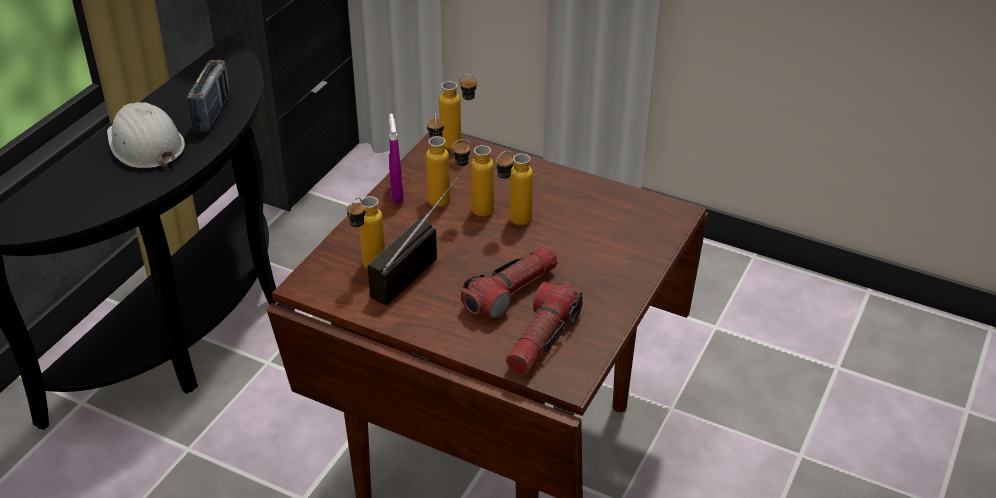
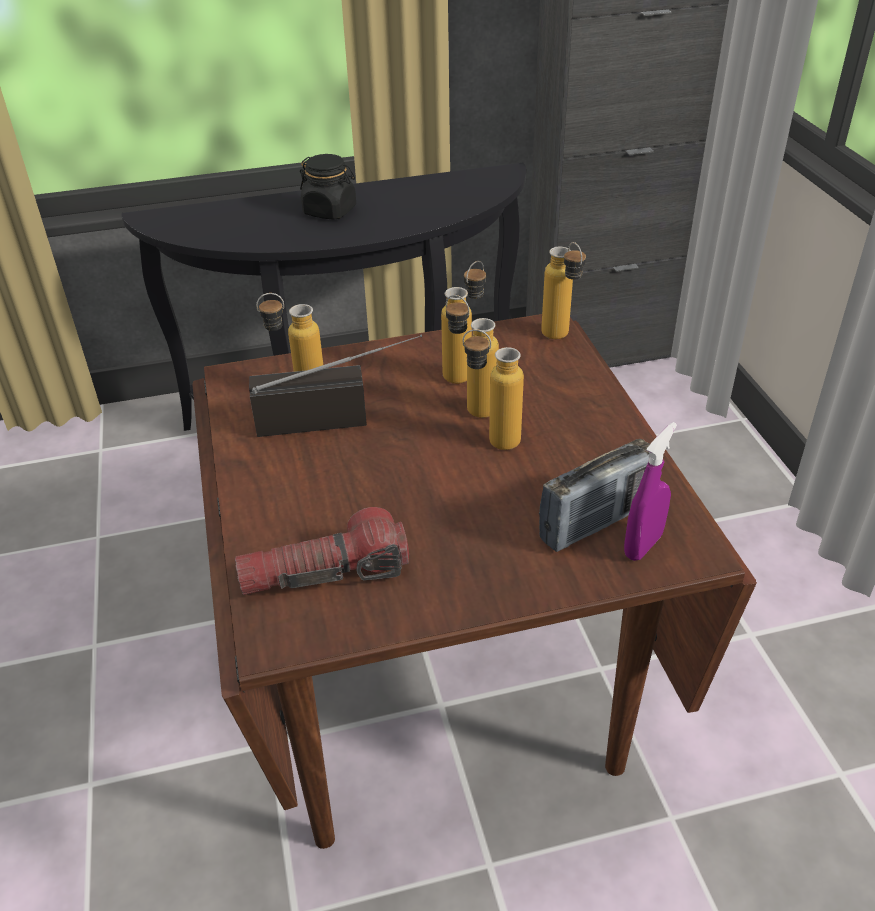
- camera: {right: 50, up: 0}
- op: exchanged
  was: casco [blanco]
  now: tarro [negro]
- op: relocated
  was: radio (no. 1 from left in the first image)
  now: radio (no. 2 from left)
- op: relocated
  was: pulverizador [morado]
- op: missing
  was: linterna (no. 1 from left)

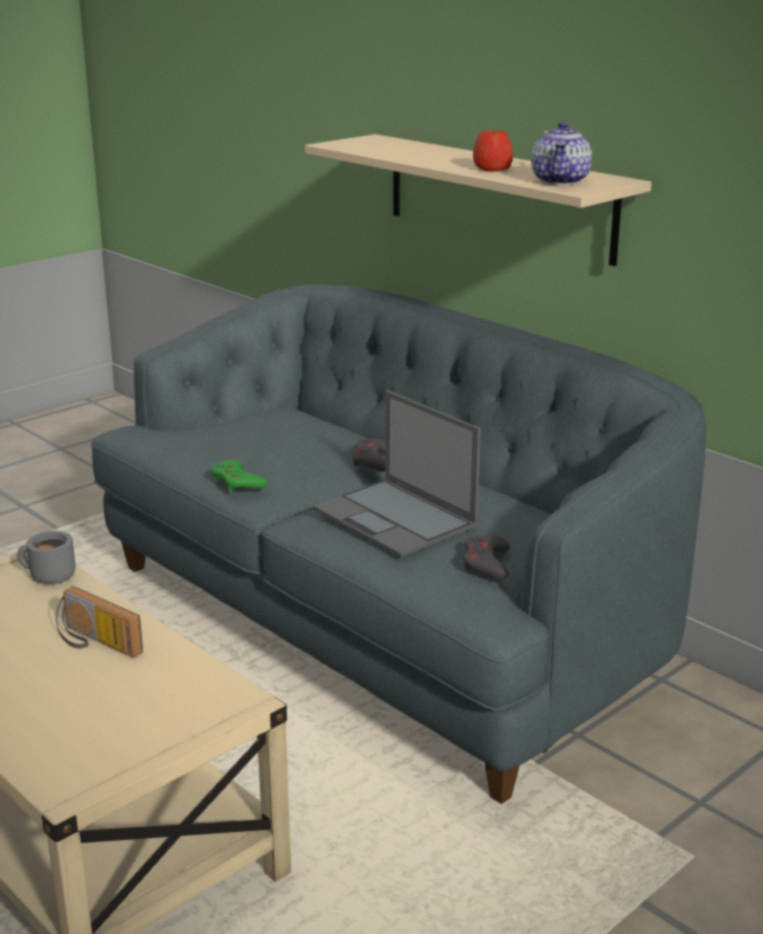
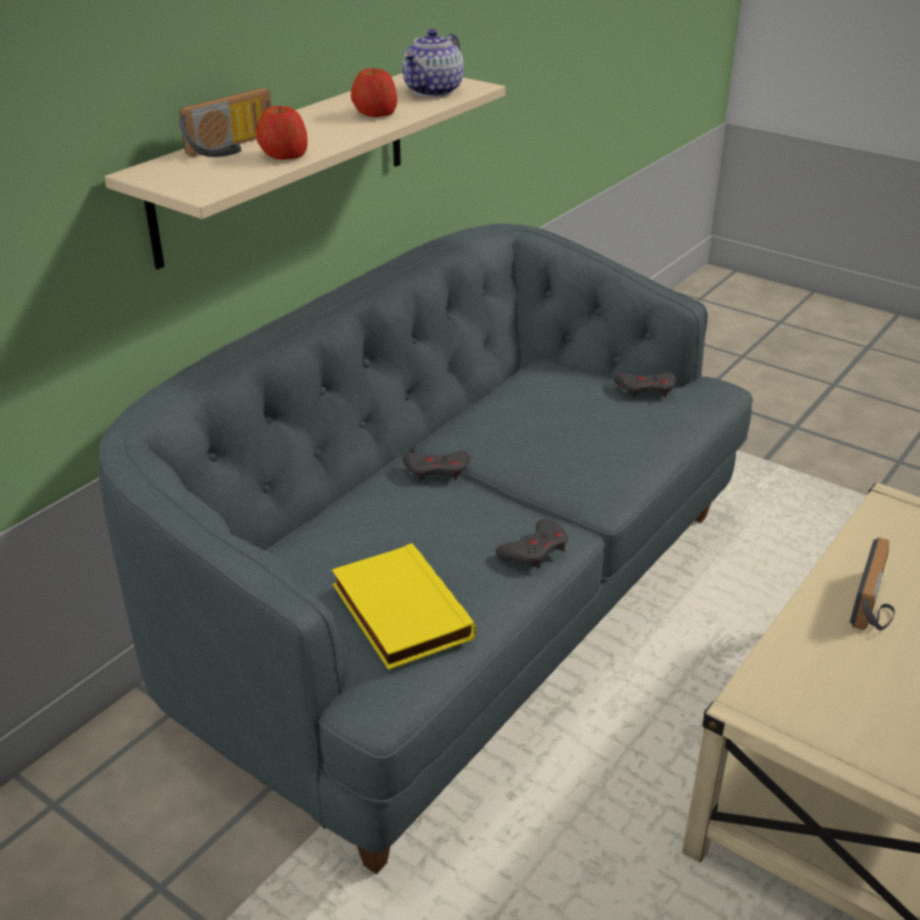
- camera: {right: -100, up: 10}
- op: appeared
  now: radio (no. 1 from left)
- op: appeared
  now: manzana (no. 1 from left)
- op: appeared
  now: libro [amarillo]
- op: spun
  was: tetera
  clockwise: 120
- op: colour
  was: mando de consola [verde]
  now: mando de consola [gris] (no. 2 from left)
- op: missing
  was: taza grande [gris]
- op: missing
  was: portátil

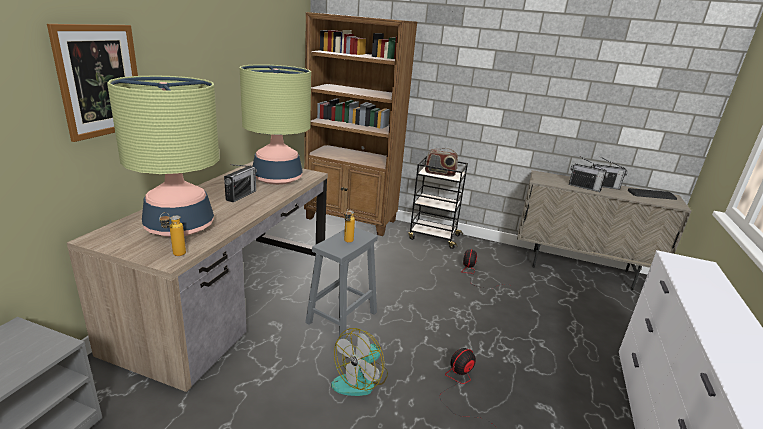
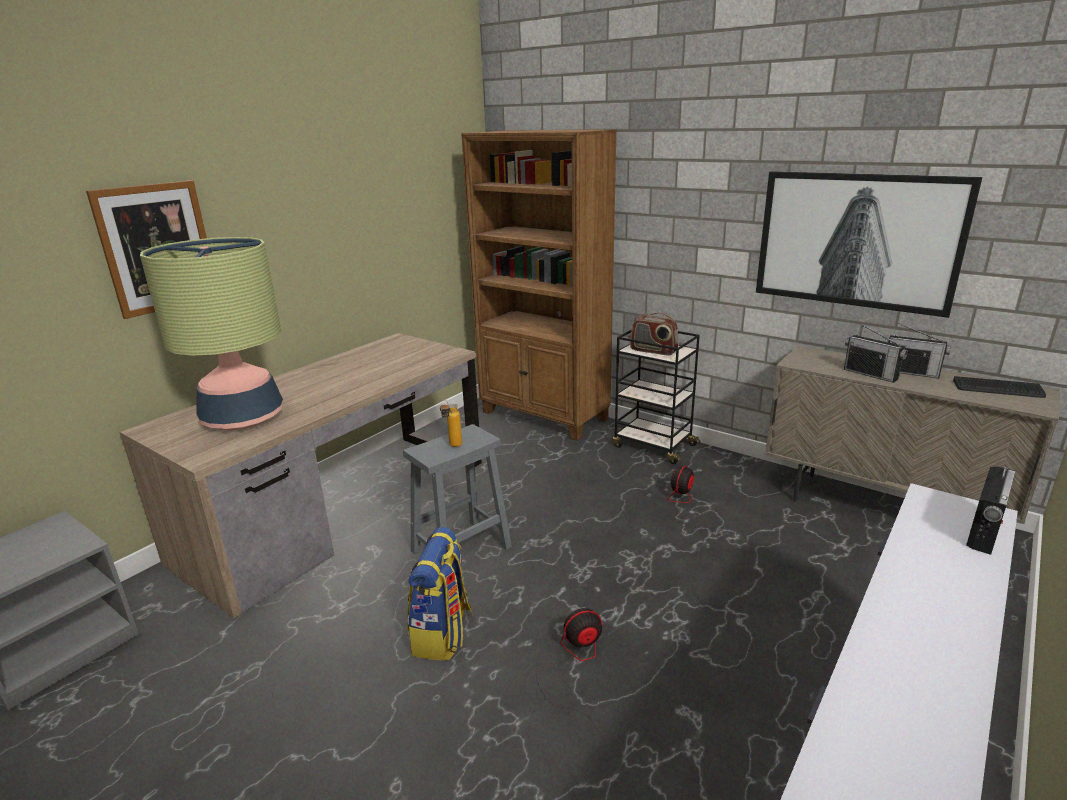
- camera: {right: 20, up: 0}
- op: exchanged
  was: ventilador (no. 1 from left)
  now: mochila
- op: appeared
  now: cuadro (no. 2 from left)
- op: relocated
  was: radio (no. 1 from left in the first image)
  now: radio (no. 4 from left)
- op: missing
  was: botella (no. 1 from left)
- op: missing
  was: lámpara de mesa (no. 2 from left)

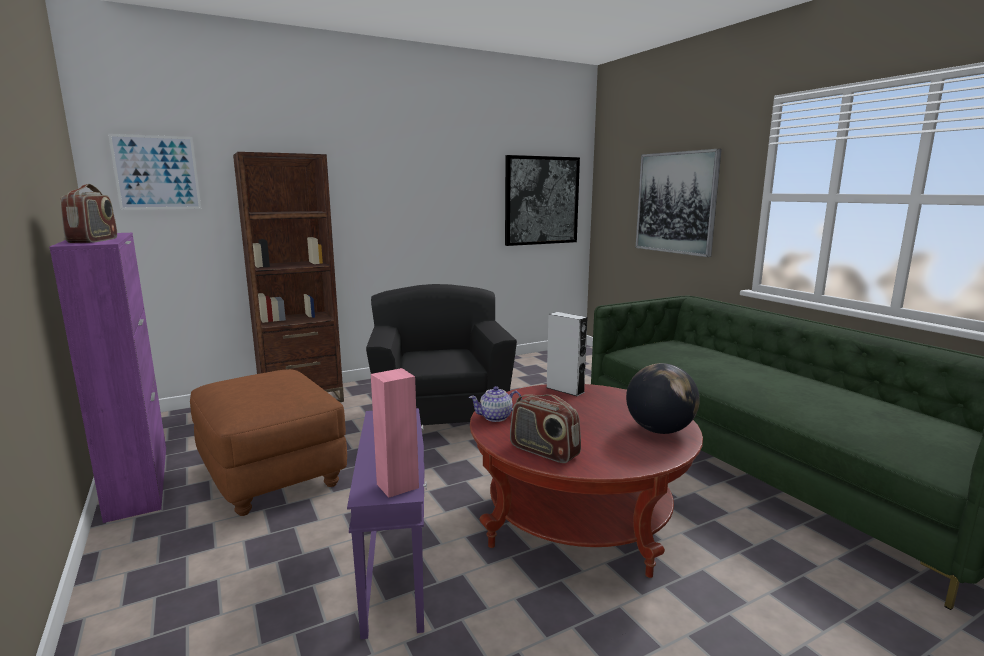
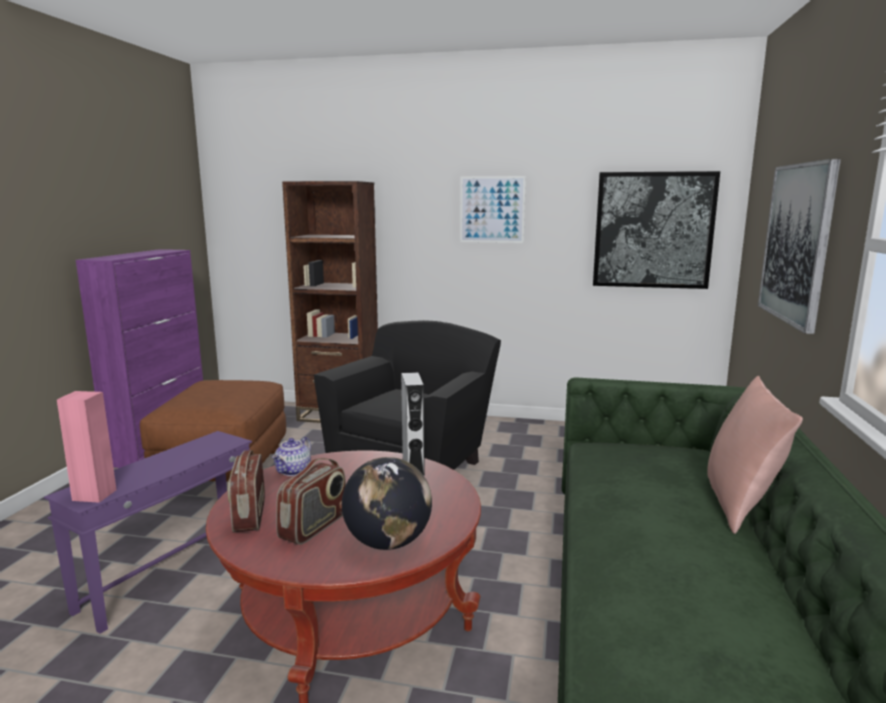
- camera: {right: 40, up: 0}
- op: spun
  was: tetera
  clockwise: -90
- op: relocated
  was: radio (no. 1 from left in the first image)
  now: radio (no. 2 from left)
- op: relocated
  was: cuadro (no. 1 from left)
- op: appeared
  now: cojín [rosa]

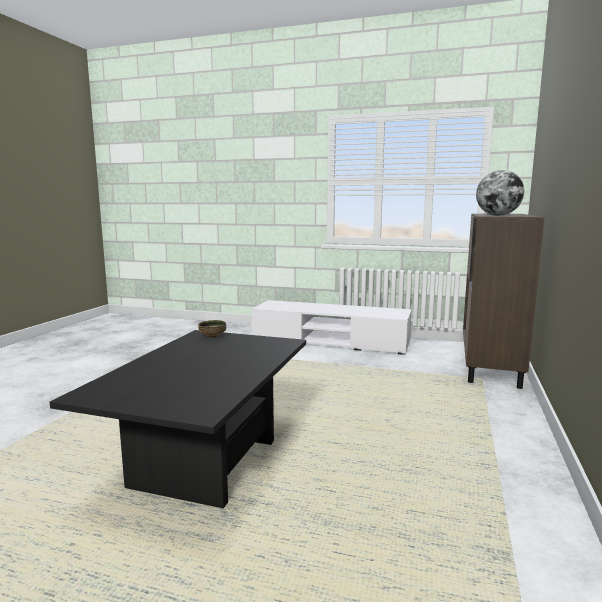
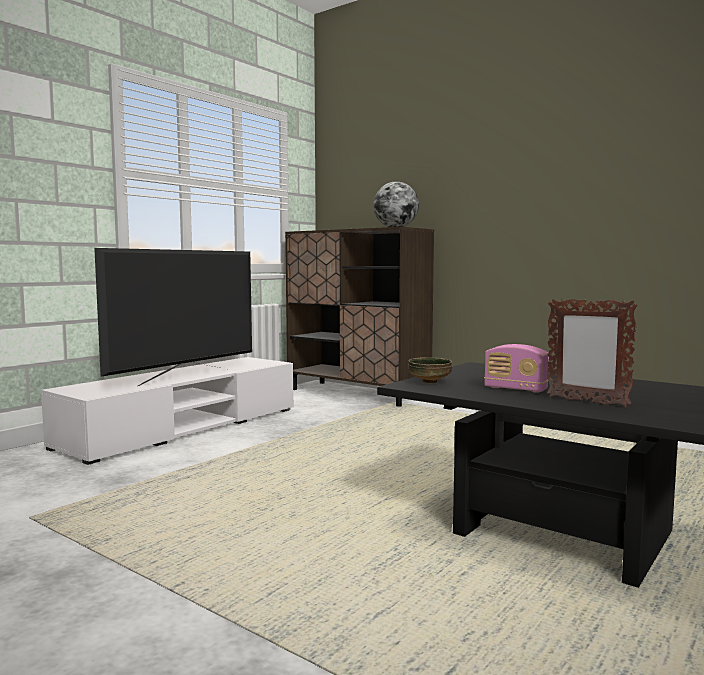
- camera: {right: -70, up: -5}
- op: appeared
  now: televisor
- op: appeared
  now: radio
- op: appeared
  now: portarretratos

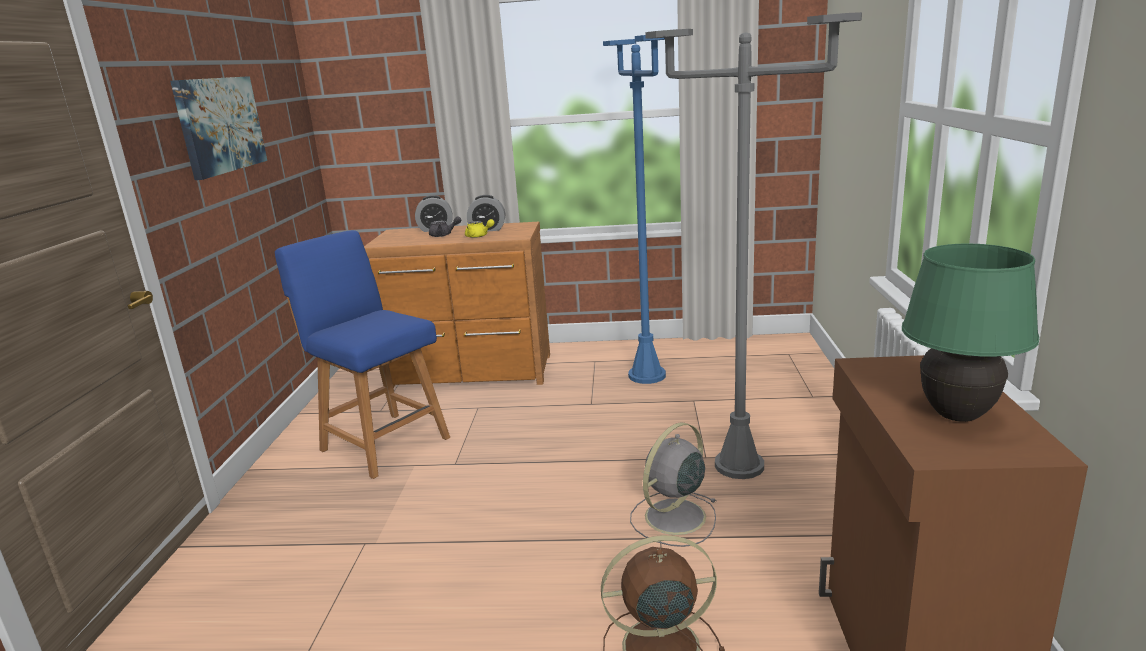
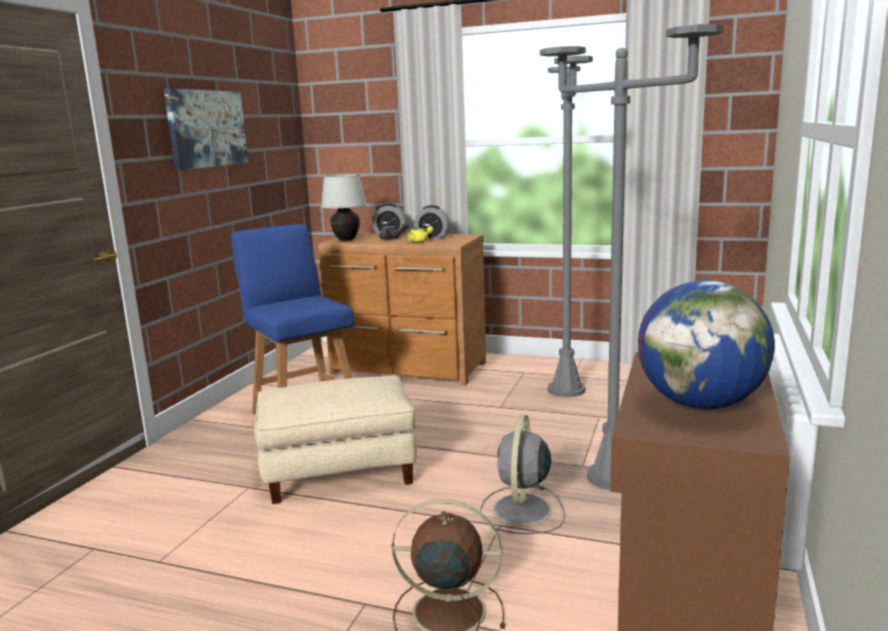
- camera: {right: 15, up: -5}
- op: appeared
  now: puf [beis]
- op: appeared
  now: lámpara de mesa [blanco]
- op: spun
  was: ventilador [gris]
  clockwise: -45
- op: colour
  was: lámpara de pie [azul]
  now: lámpara de pie [gris] (no. 1 from left)
- op: exchanged
  was: lámpara de mesa [verde]
  now: globo terráqueo

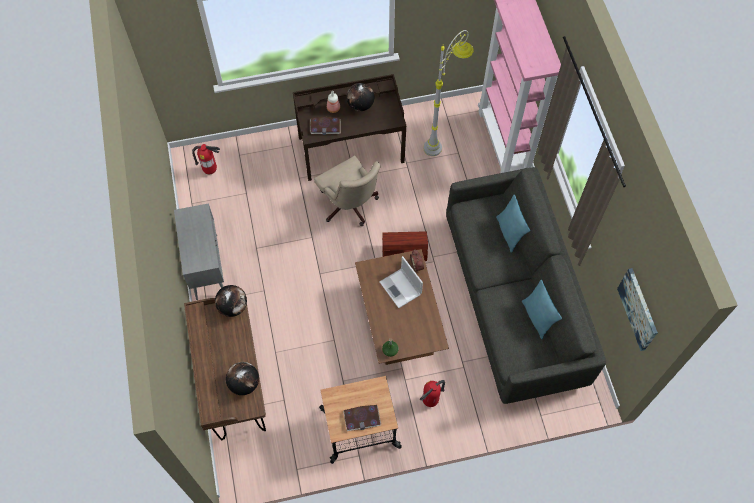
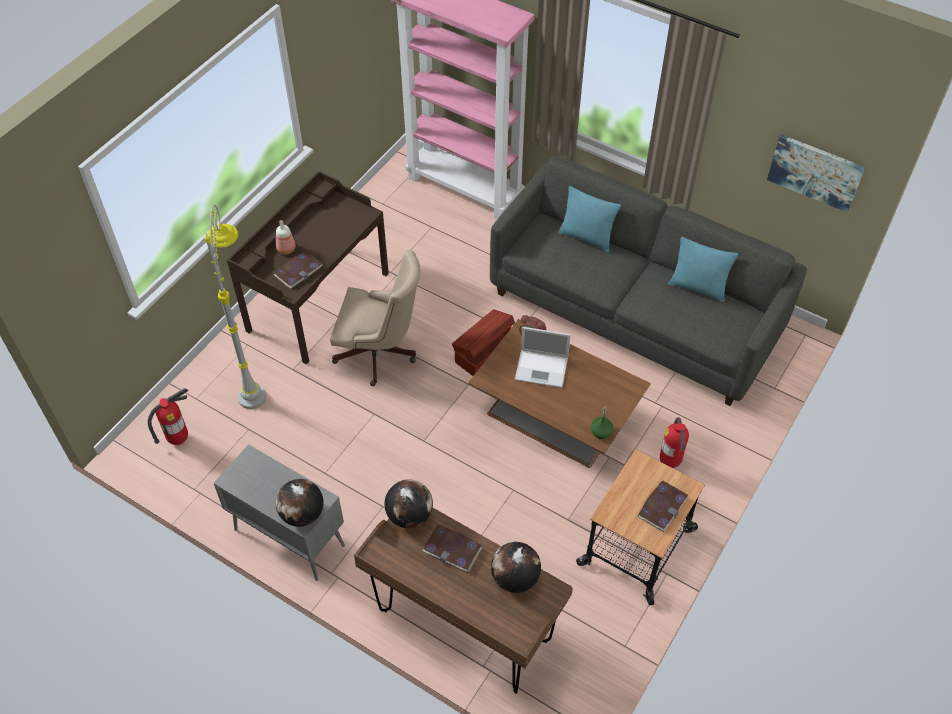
- camera: {right: -45, up: -10}
- op: relocated
  was: lámpara de pie [gris]
- op: relocated
  was: globo terráqueo (no. 3 from left in the first image)
  now: globo terráqueo (no. 1 from left)
- op: appeared
  now: libro (no. 2 from left)

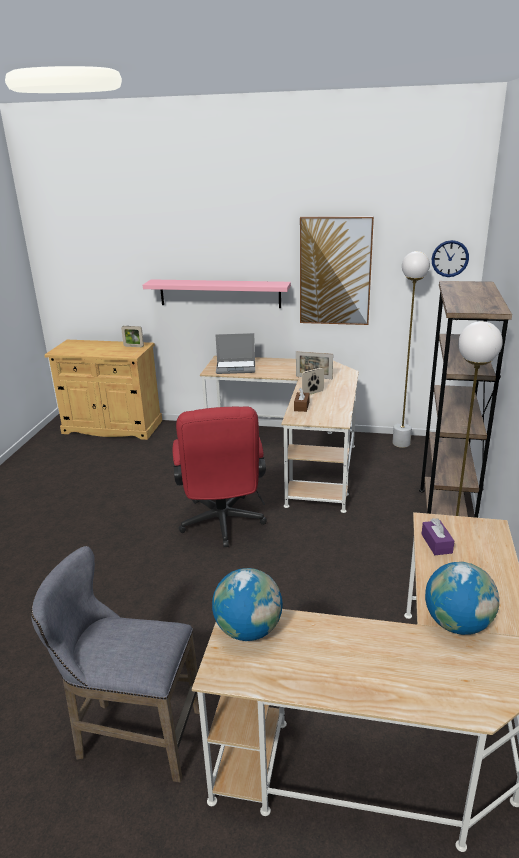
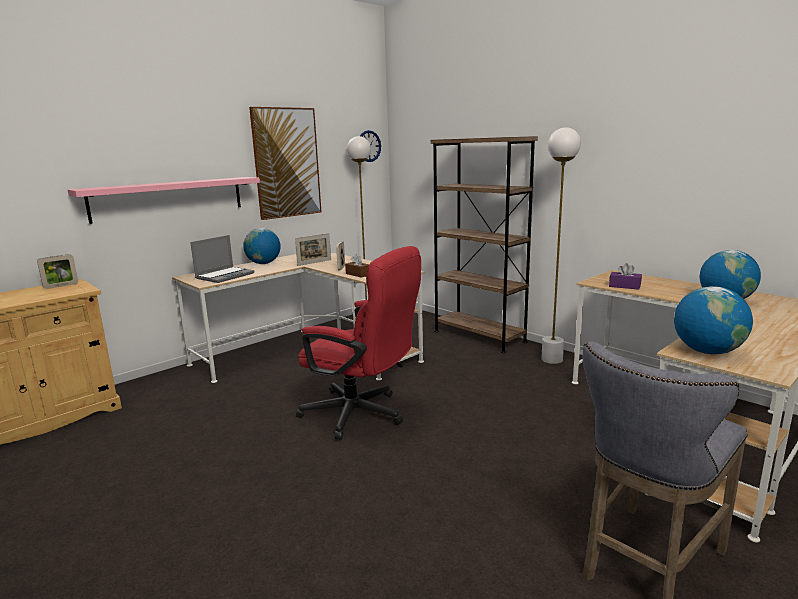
- camera: {right: -55, up: -10}
- op: appeared
  now: globo terráqueo (no. 1 from left)

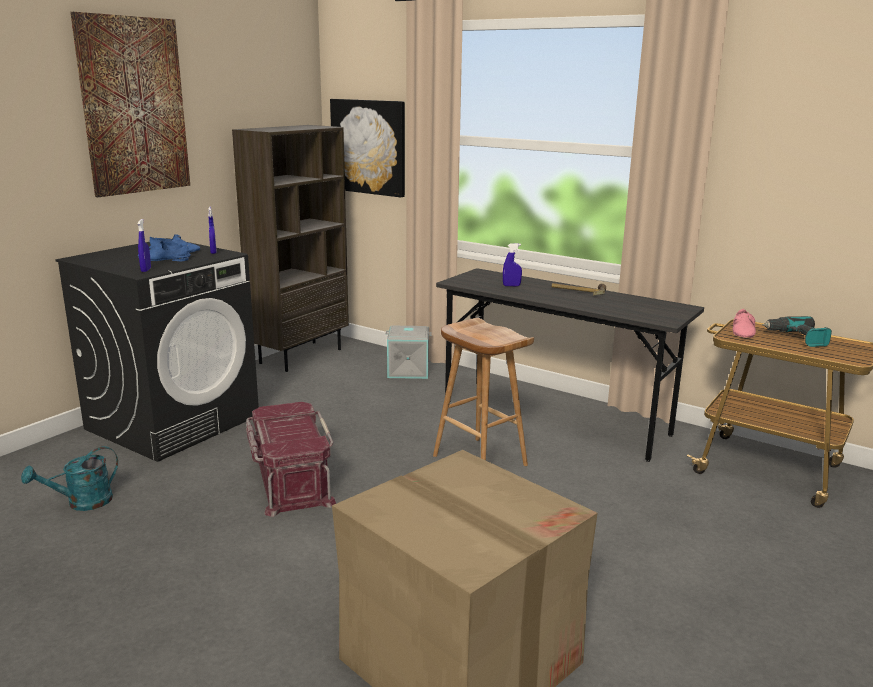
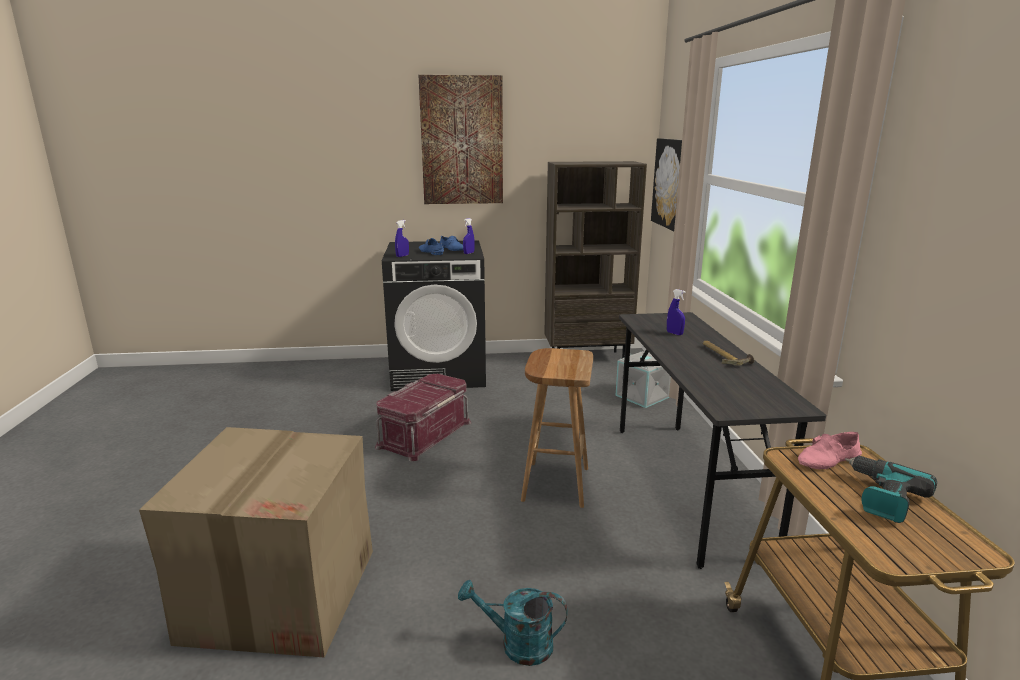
- camera: {right: 50, up: 0}
- op: relocated
  was: regadera [turquesa]

